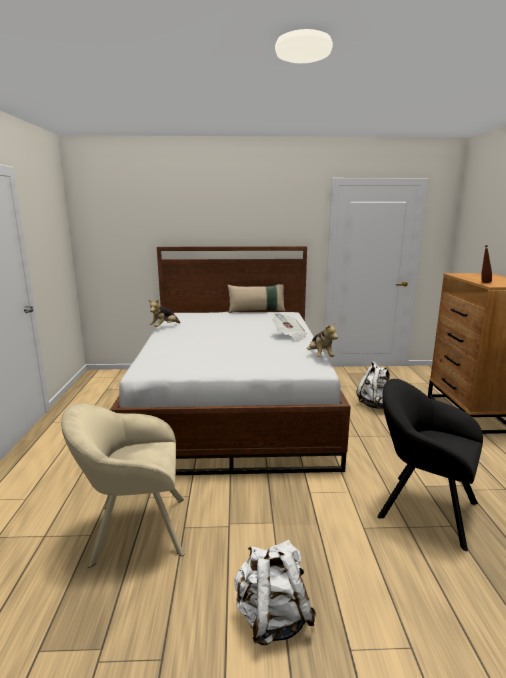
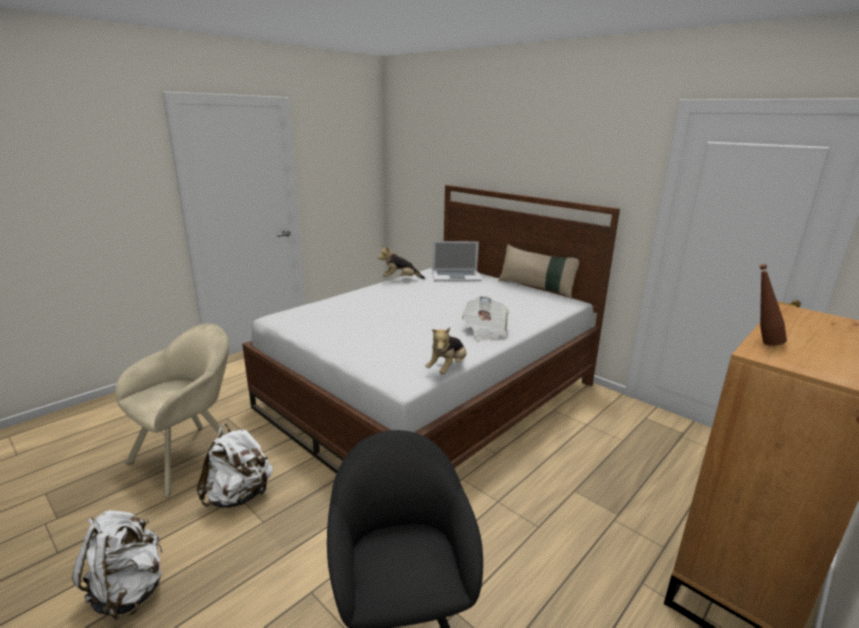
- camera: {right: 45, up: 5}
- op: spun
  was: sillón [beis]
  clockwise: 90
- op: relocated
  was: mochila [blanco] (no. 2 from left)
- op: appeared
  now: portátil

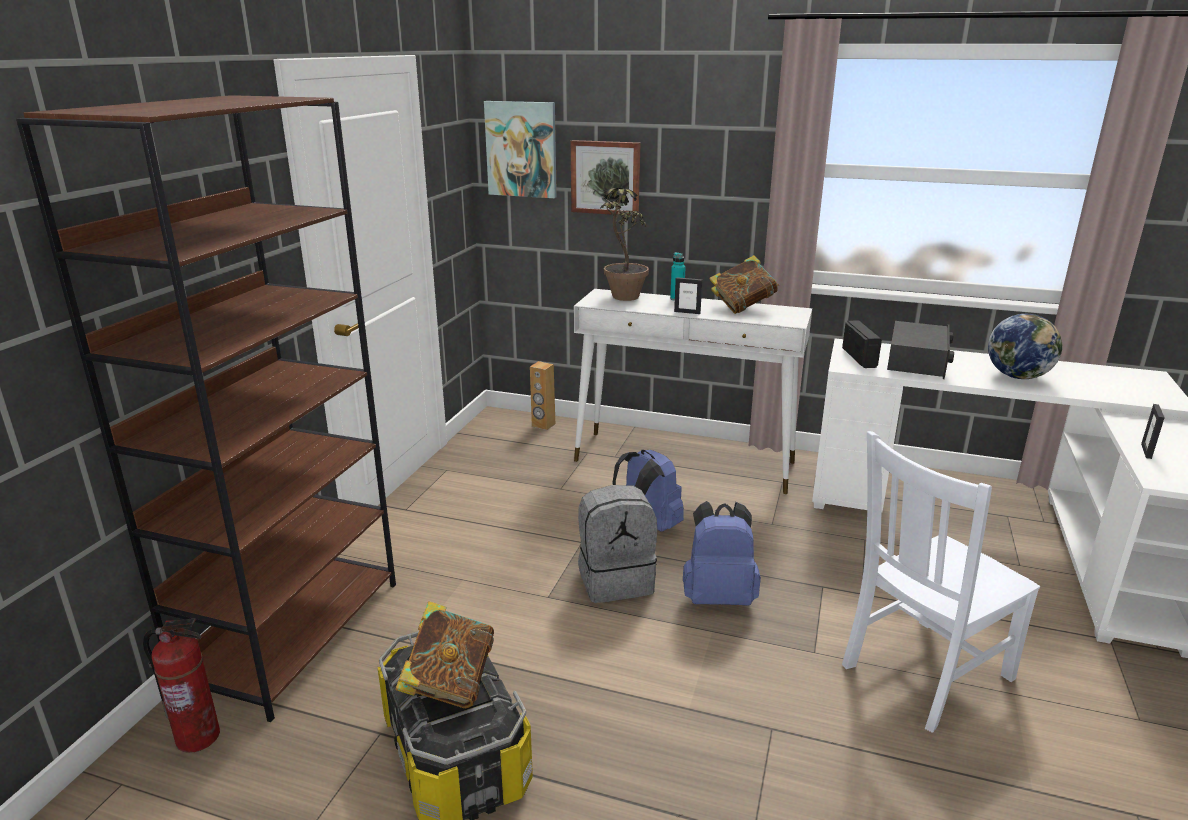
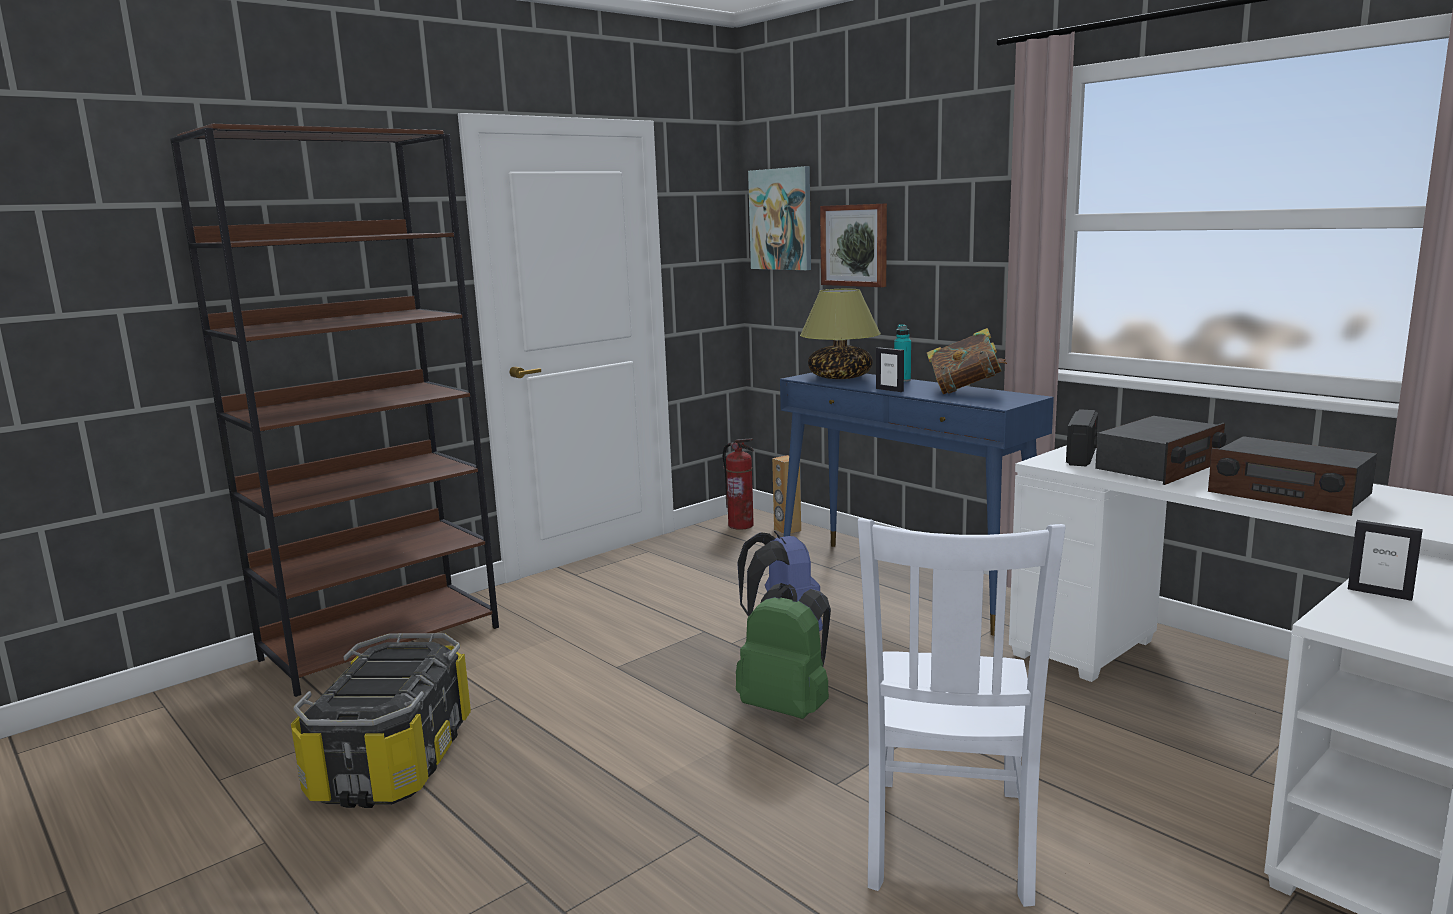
- camera: {right: 30, up: -10}
- op: relocated
  was: extintor
- op: colour
  was: mochila [azul] (no. 2 from left)
  now: mochila [verde]
- op: colour
  was: mesa consola [blanco]
  now: mesa consola [azul]
- op: exchanged
  was: planta en maceta
  now: lámpara de mesa
- op: spun
  was: silla [blanco]
  clockwise: -75
- op: exchanged
  was: globo terráqueo
  now: radio (no. 3 from left)
- op: spun
  was: portarretratos (no. 2 from left)
  clockwise: -105
- op: missing
  was: libro (no. 1 from left)
- op: missing
  was: mochila [gris]

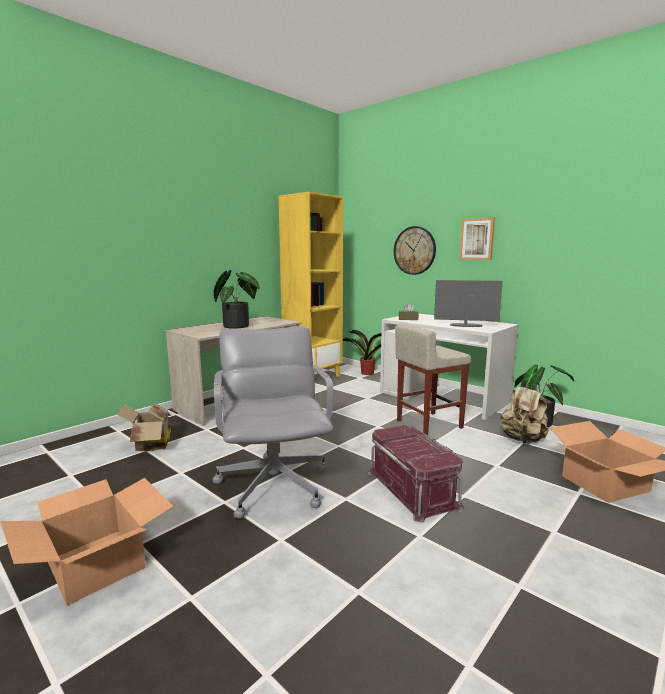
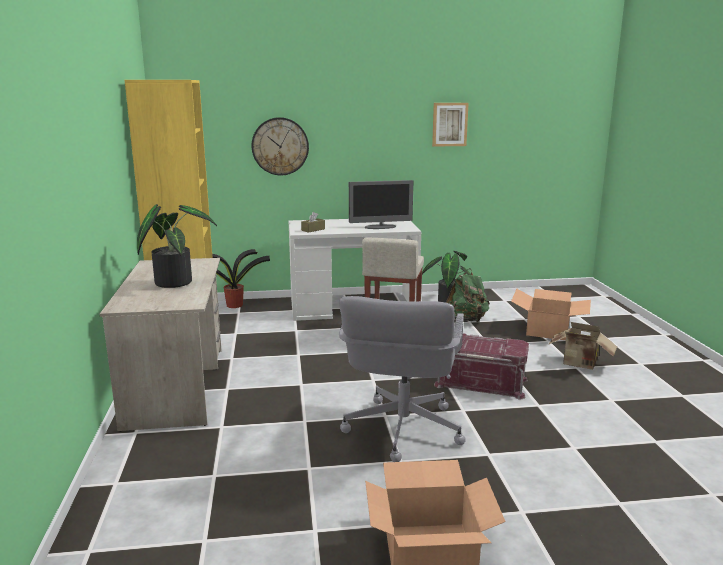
- camera: {right: -50, up: 5}
- op: spun
  was: silla de oficina [gris]
  clockwise: -105
- op: spun
  was: monitor
  clockwise: -150
- op: relocated
  was: cuadro
- op: colour
  was: mochila [beis]
  now: mochila [verde]
- op: relocated
  was: caja de cartón (no. 2 from left in the first image)
  now: caja de cartón (no. 3 from left)

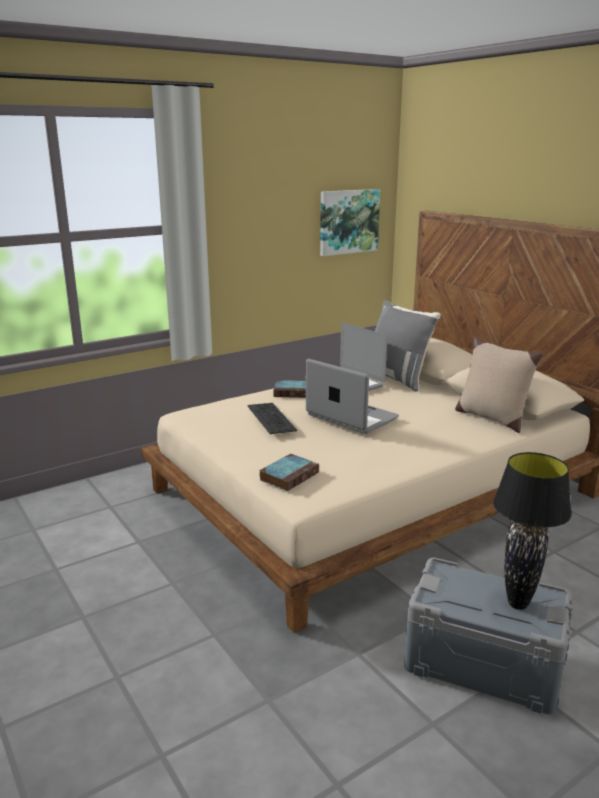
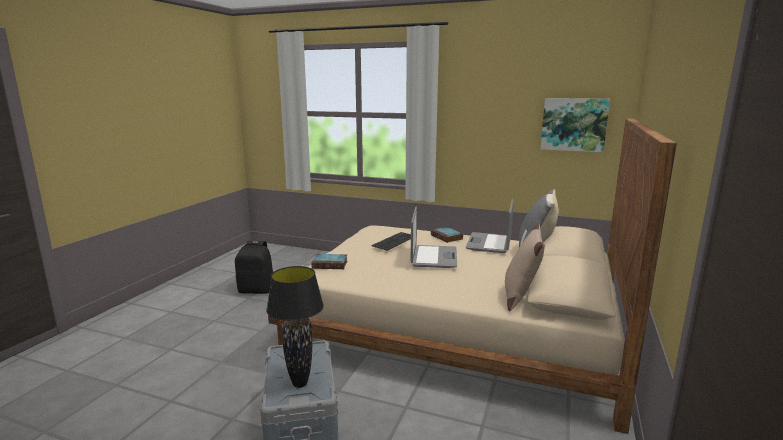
- camera: {right: 55, up: -5}
- op: appeared
  now: mochila [negro]

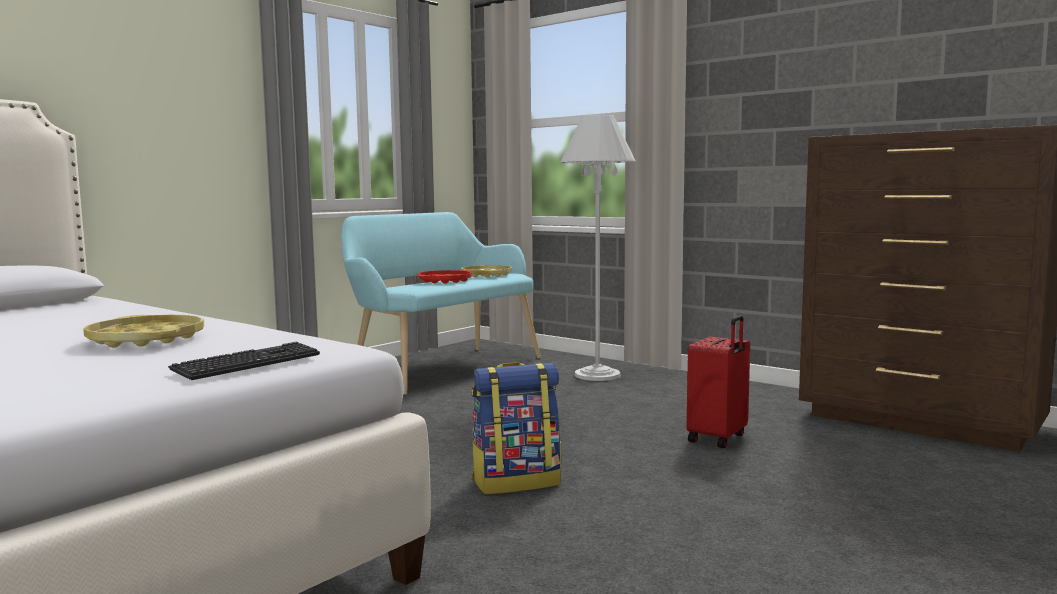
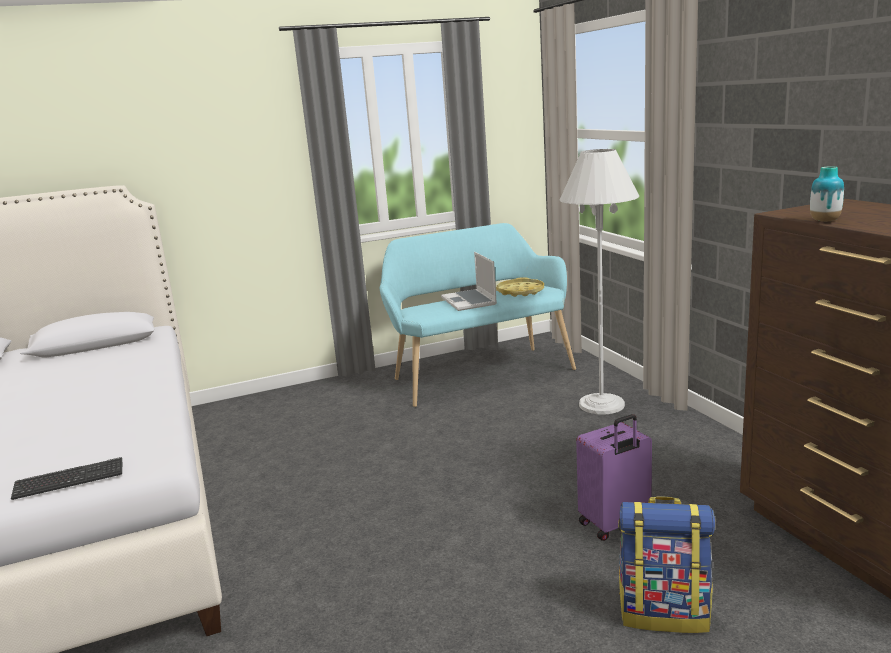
- camera: {right: 30, up: 10}
- op: exchanged
  was: bandeja [rojo]
  now: portátil
- op: colour
  was: maleta [rojo]
  now: maleta [morado]
- op: relocated
  was: mochila
- op: appeared
  now: florero
- op: missing
  was: bandeja [amarillo] (no. 1 from left)

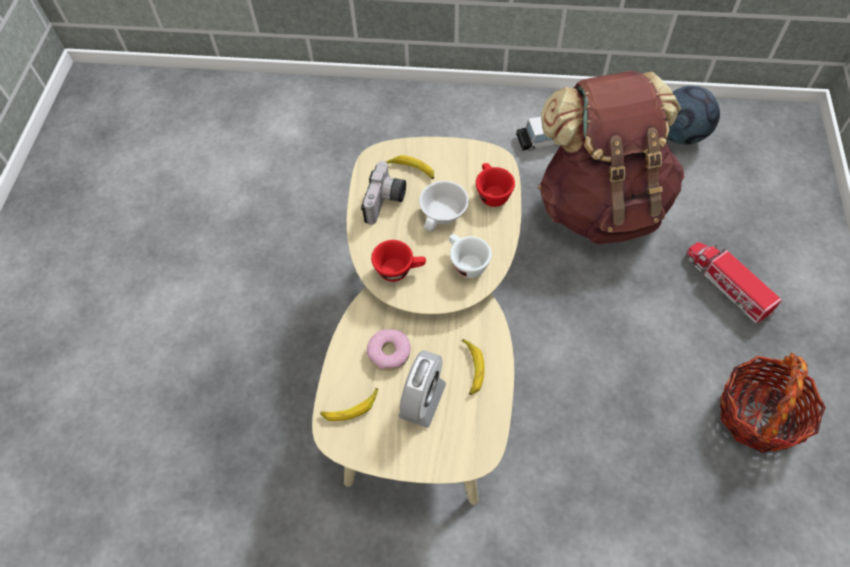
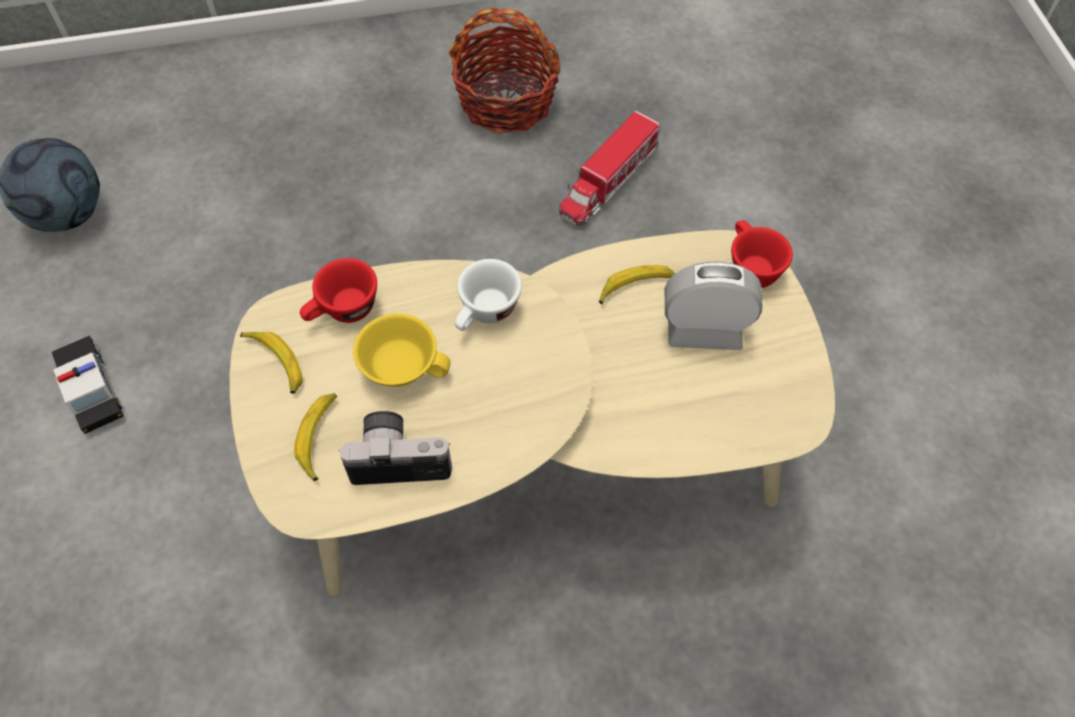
- camera: {right: -110, up: 0}
- op: relocated
  was: plátano (no. 1 from left)
- op: colour
  was: taza [blanco] (no. 1 from left)
  now: taza [amarillo]
- op: relocated
  was: camión de juguete
- op: relocated
  was: taza [rojo] (no. 1 from left in the first image)
  now: taza [rojo] (no. 2 from left)
- op: missing
  was: rosquilla
- op: missing
  was: mochila [marrón]

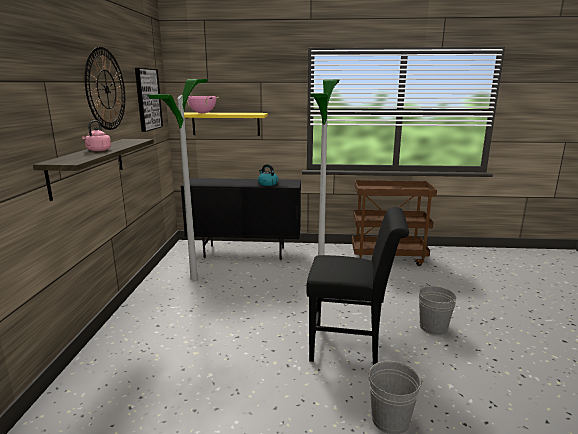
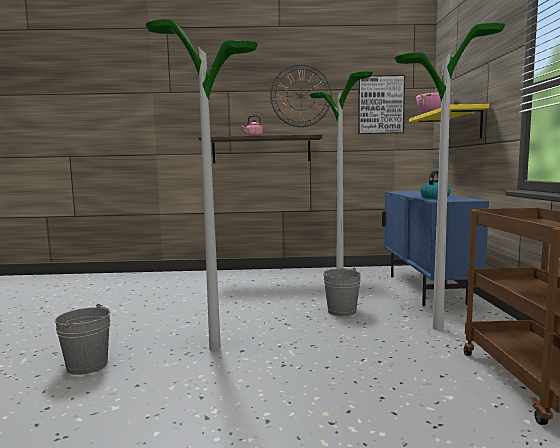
- camera: {right: 85, up: -10}
- op: exchanged
  was: silla [negro]
  now: lámpara de pie (no. 1 from left)
- op: relocated
  was: cubo [gris] (no. 2 from left)
- op: colour
  was: armario [negro]
  now: armario [azul]

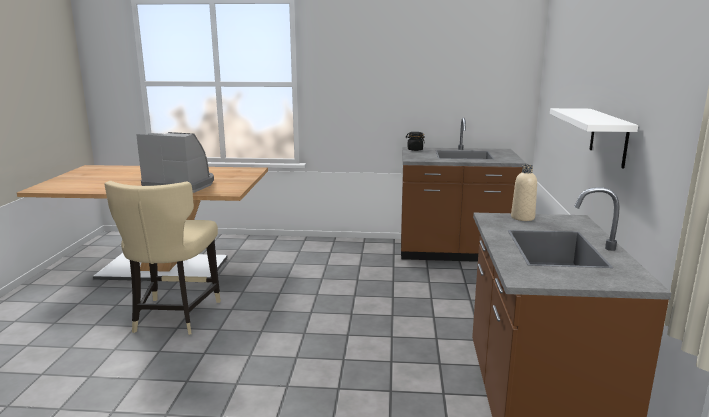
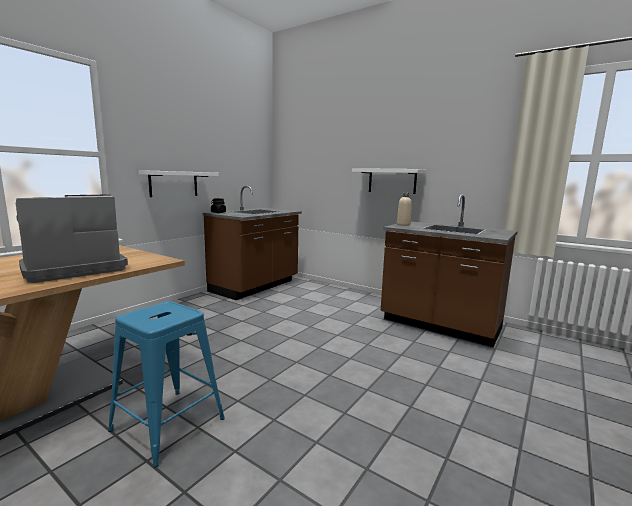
- camera: {right: -60, up: -5}
- op: exchanged
  was: silla [beis]
  now: taburete [azul]
- op: appeared
  now: estante [blanco] (no. 1 from left)

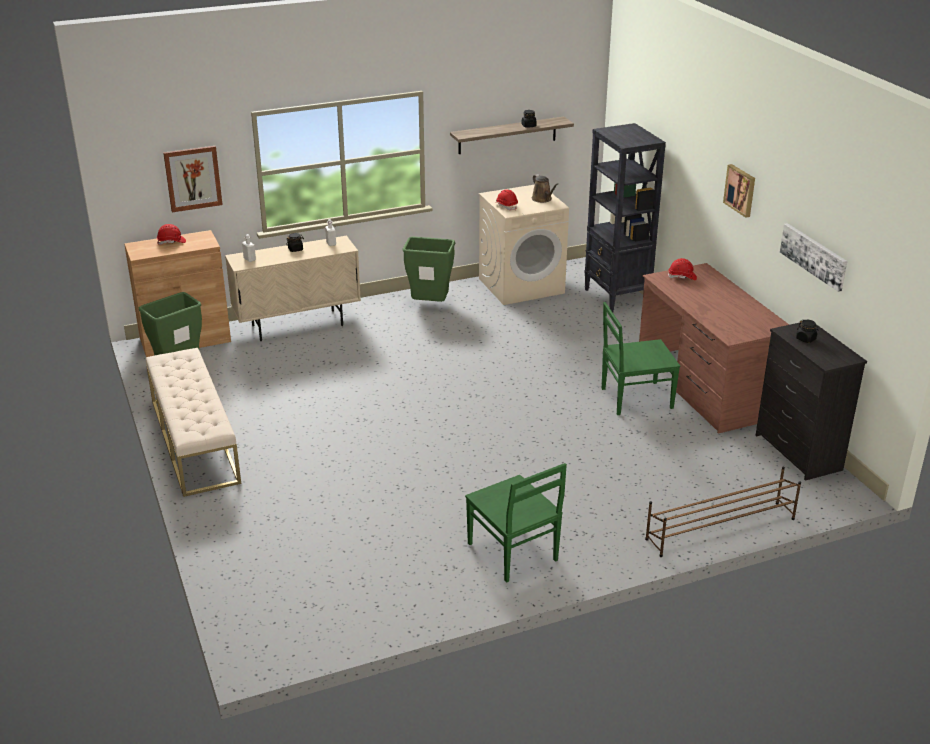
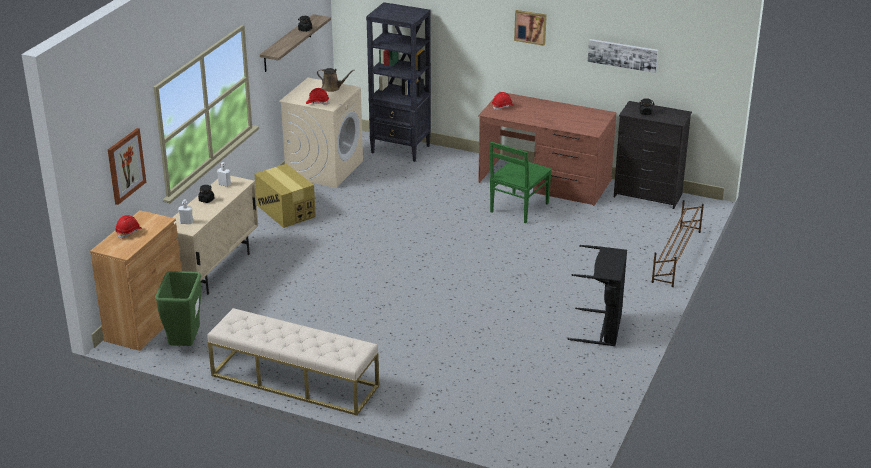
- camera: {right: -45, up: 0}
- op: exchanged
  was: papelera [verde] (no. 2 from left)
  now: caja de cartón
- op: exchanged
  was: silla [verde] (no. 1 from left)
  now: cesto de la ropa [negro]

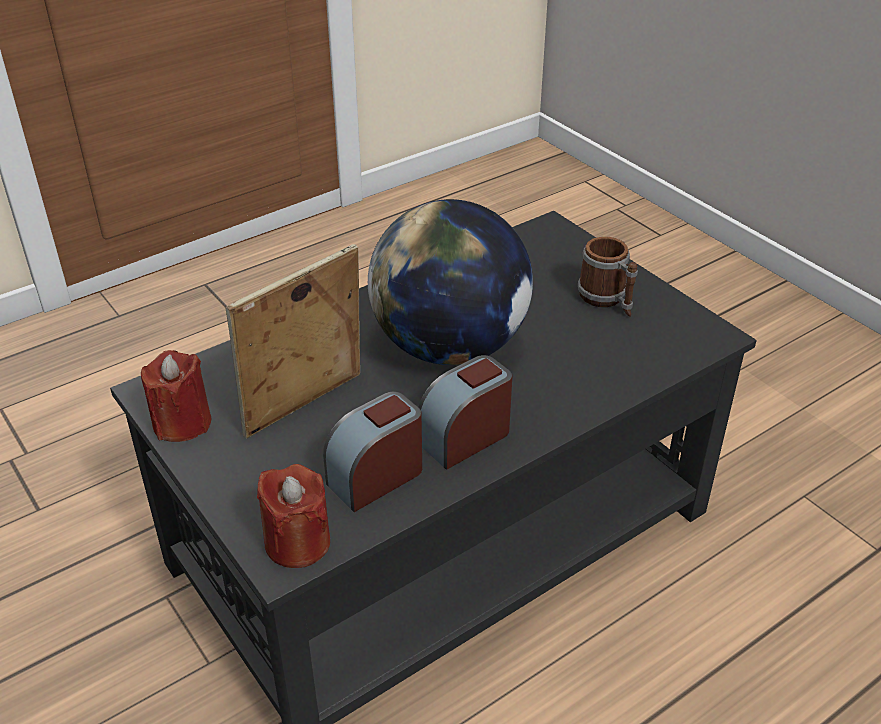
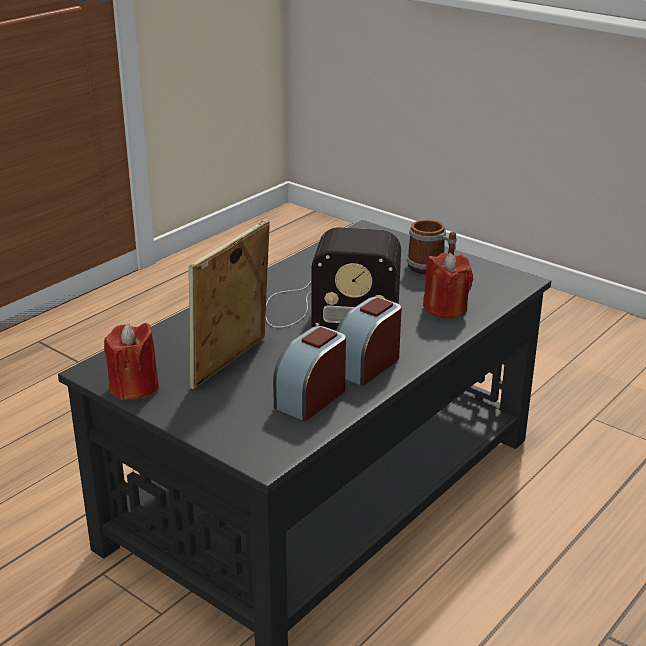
- camera: {right: -15, up: -10}
- op: exchanged
  was: globo terráqueo
  now: radio
- op: relocated
  was: vela [rojo] (no. 2 from left)

